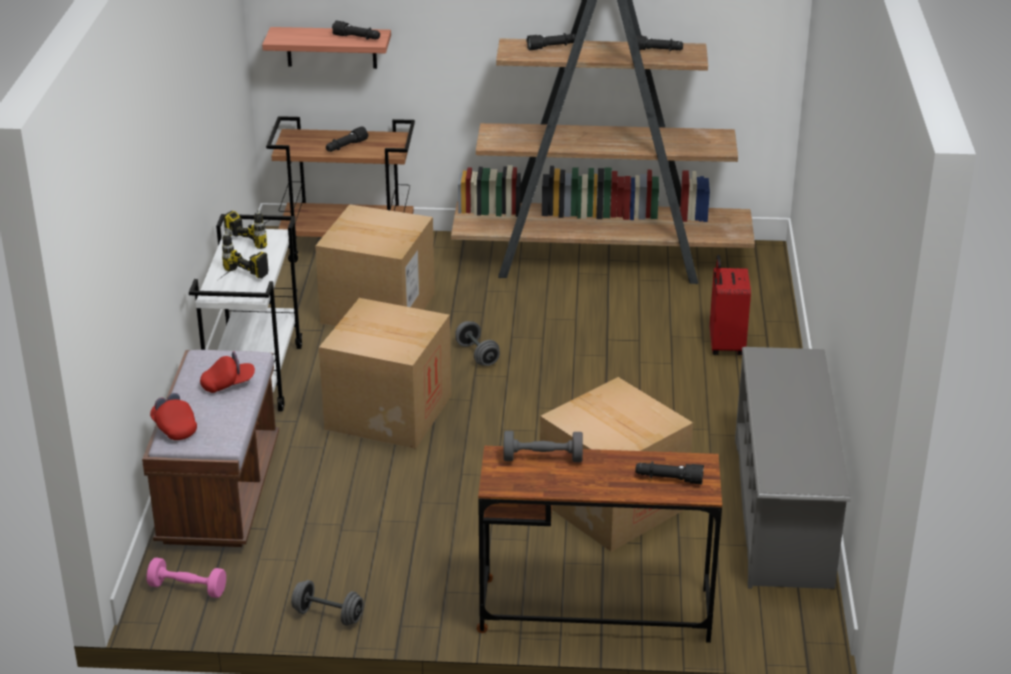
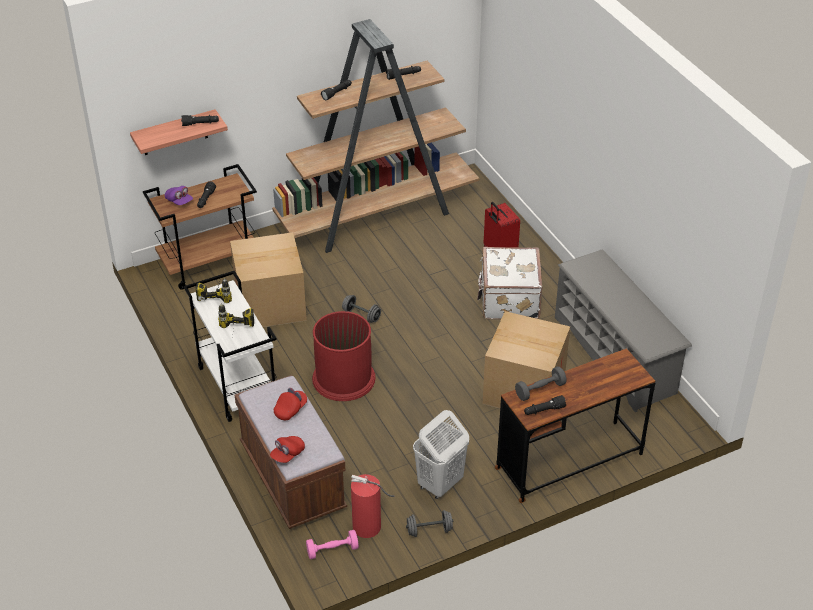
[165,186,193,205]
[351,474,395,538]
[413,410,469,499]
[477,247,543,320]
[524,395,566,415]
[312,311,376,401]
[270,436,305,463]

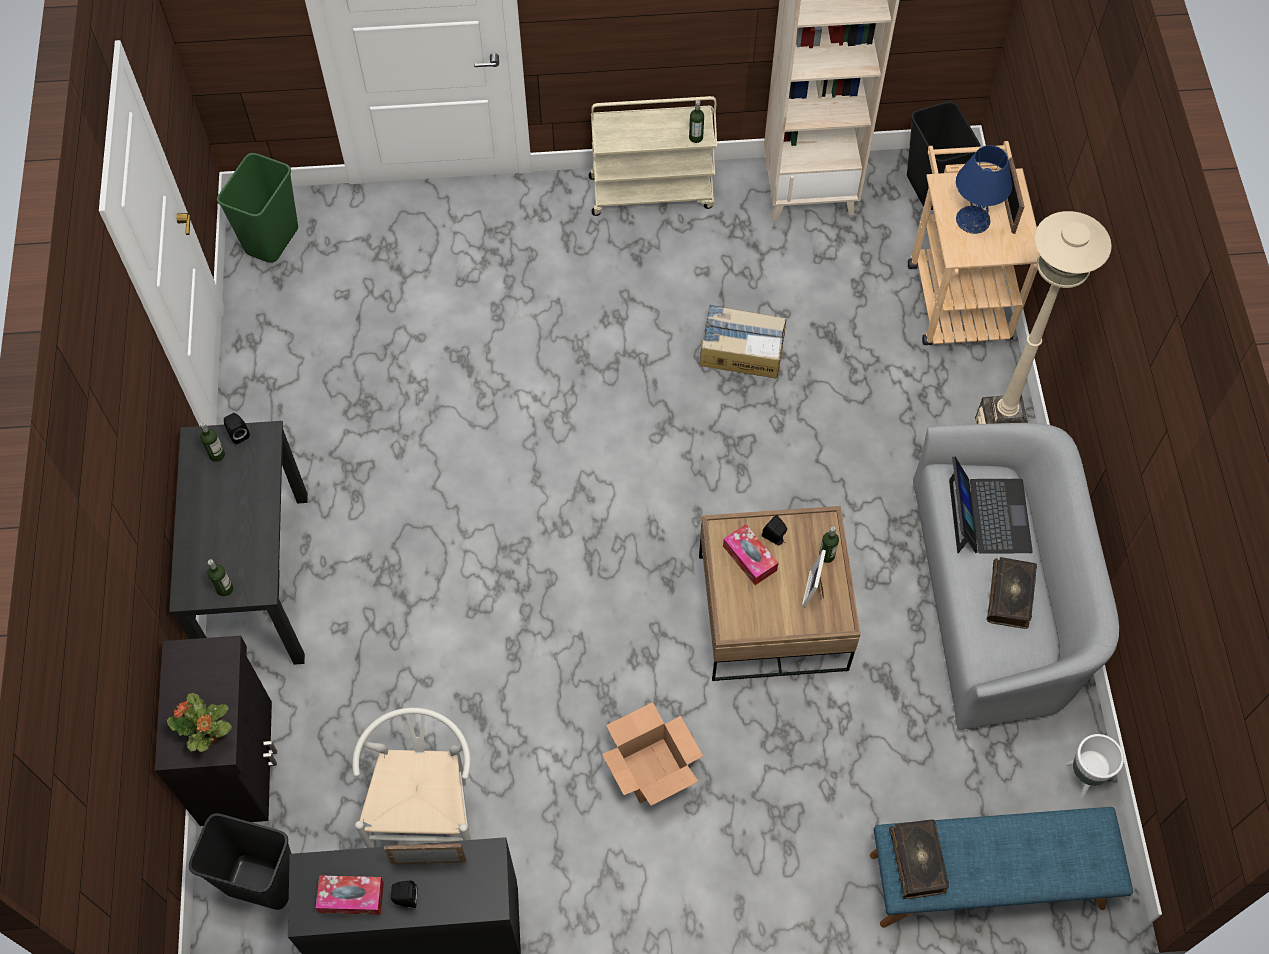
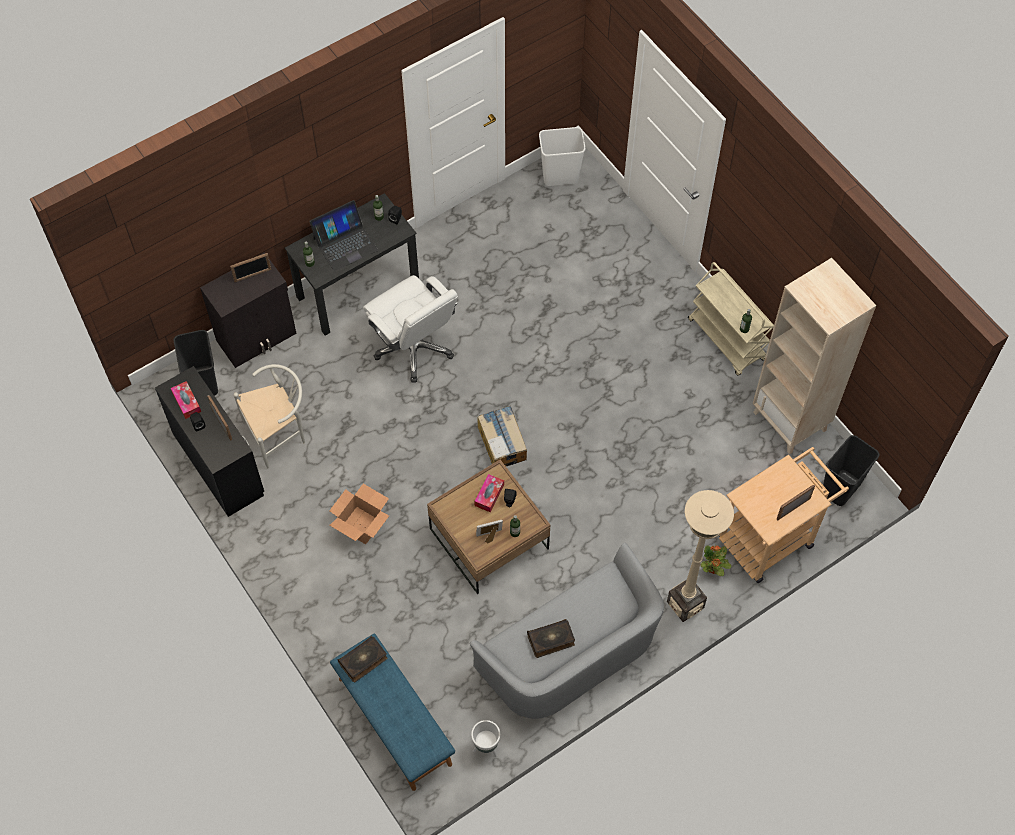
[956,145,1012,234] (first image)
[230,253,272,282]
[363,275,458,383]
[700,545,731,576]
[477,406,527,466]
[309,200,378,271]
[539,127,585,186]

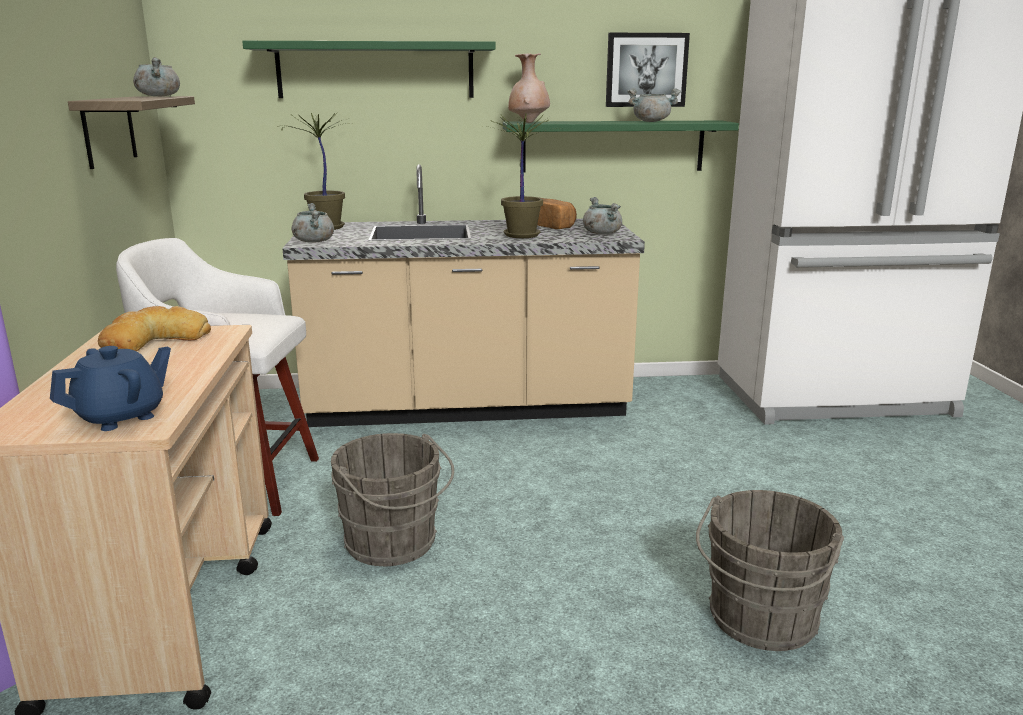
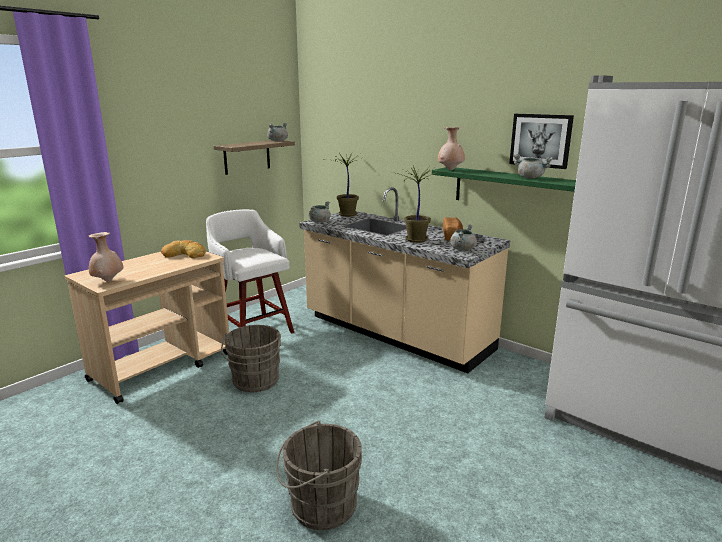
[242,41,495,98] (first image)
[88,232,124,282]

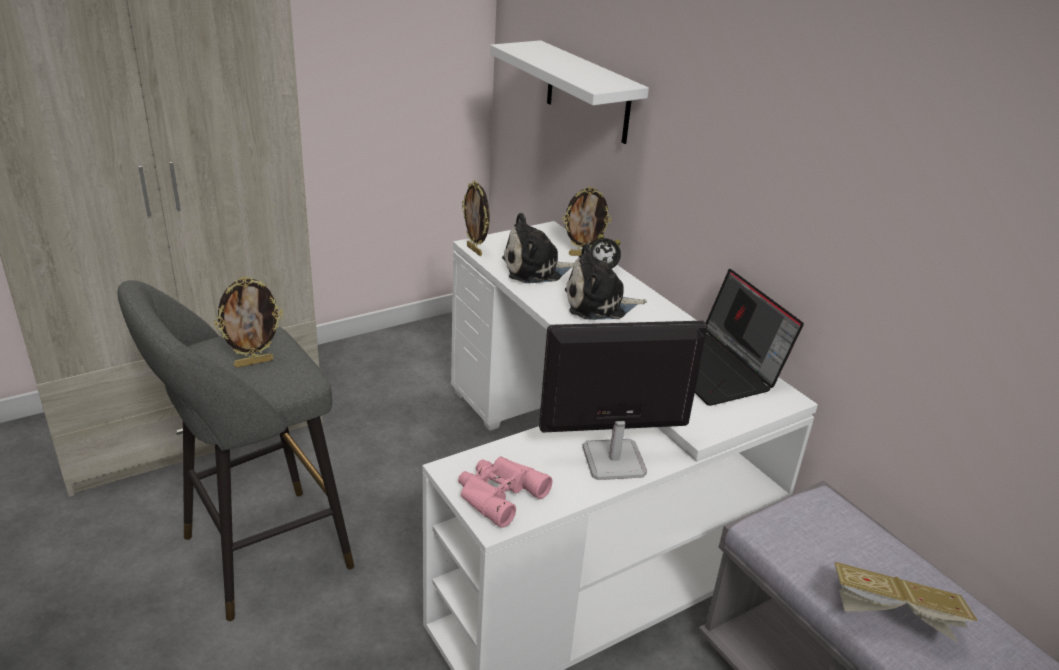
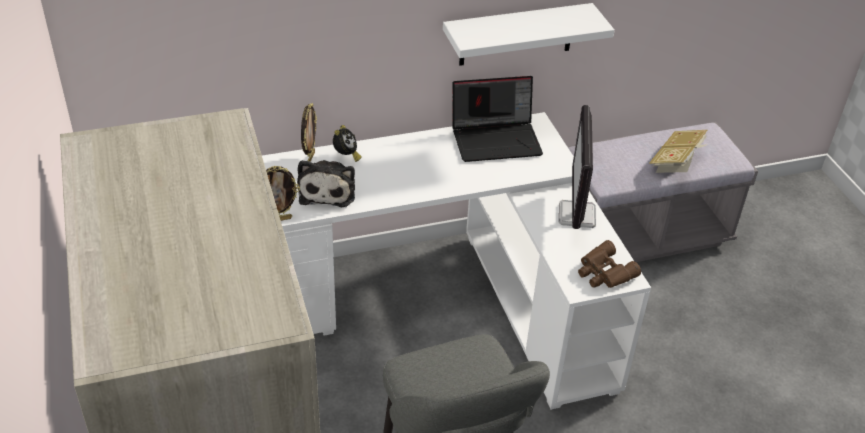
[214,277,283,368] (first image)
[565,243,647,320] (first image)
[443,3,615,66]
[578,240,641,288]

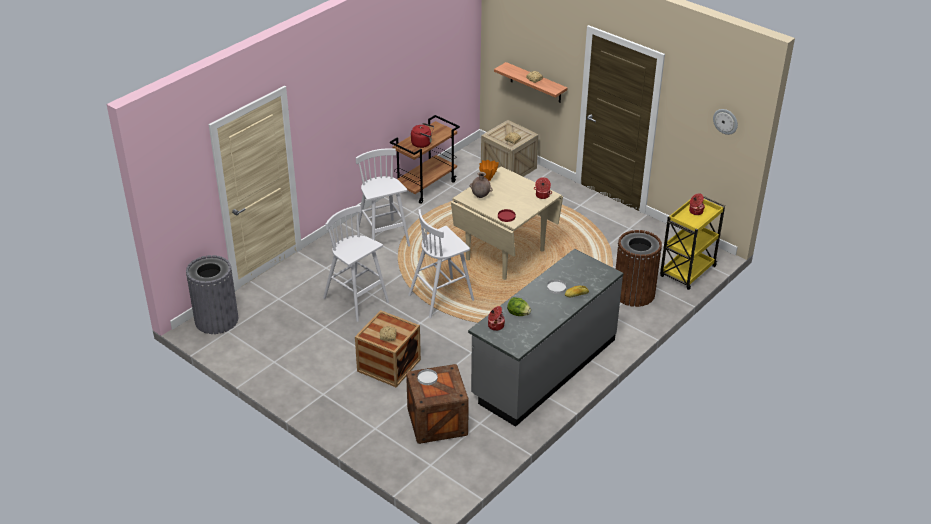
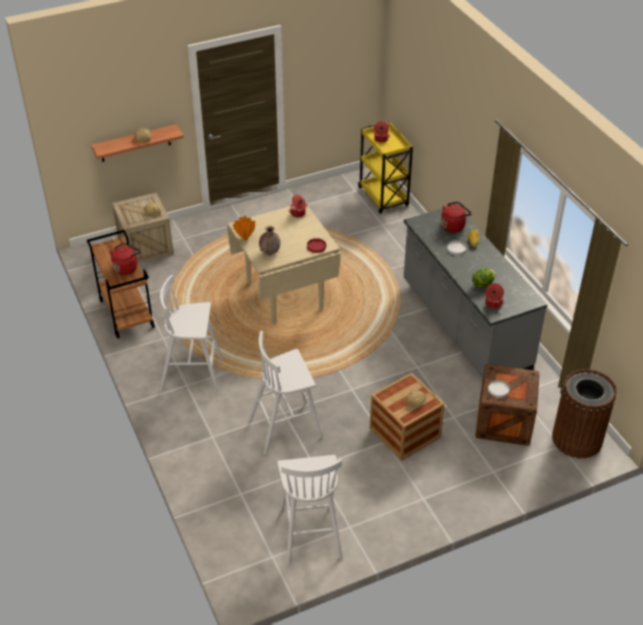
[186,255,238,334] (first image)
[713,109,738,135] (first image)
[441,202,472,233]
[277,455,342,565]
[552,369,617,458]

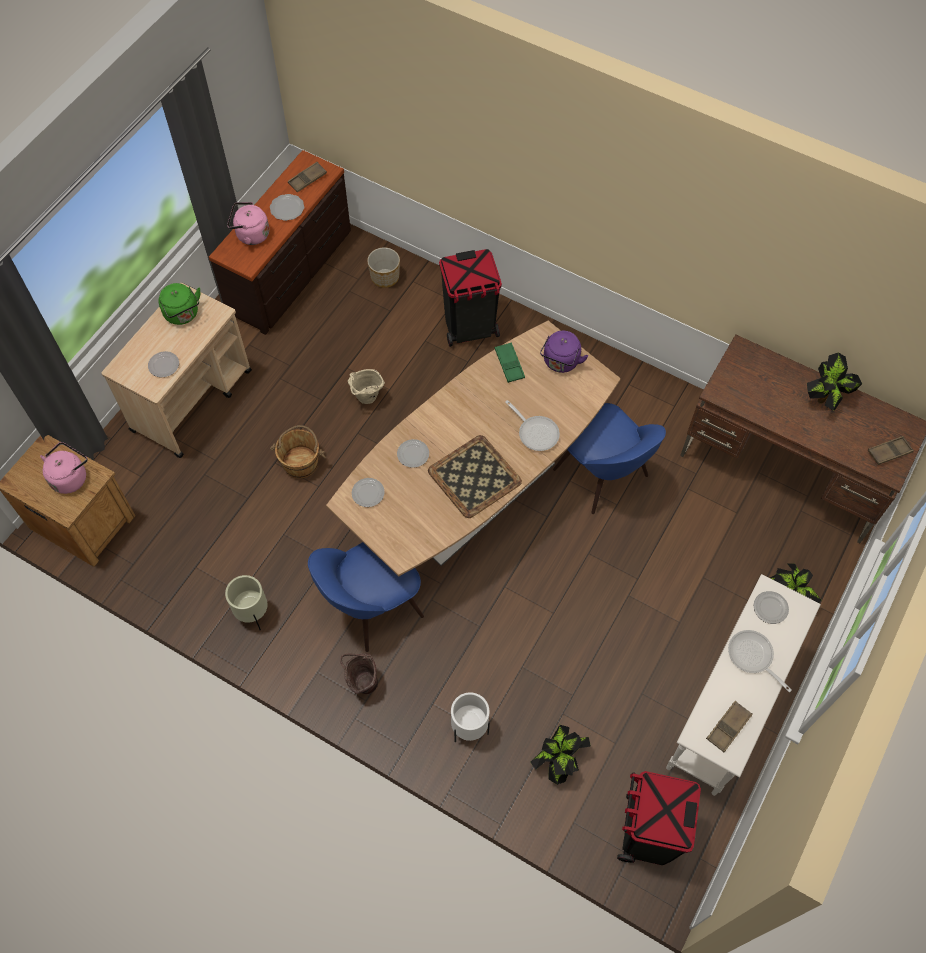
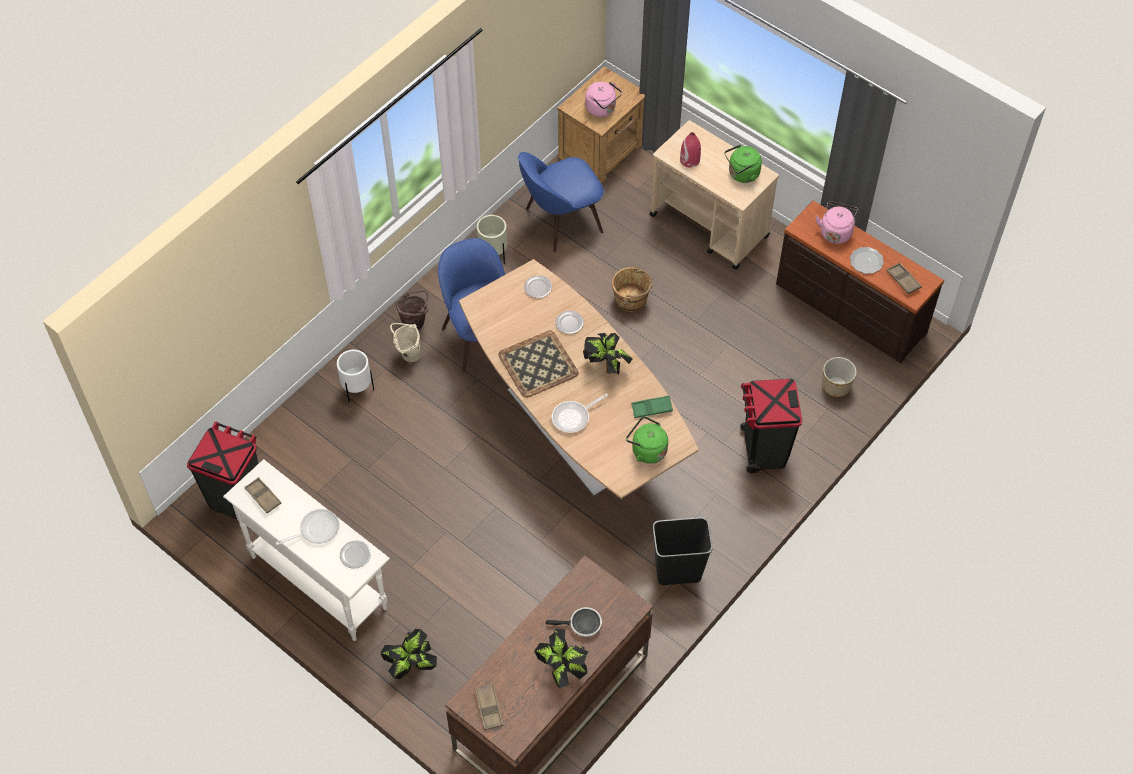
[546,607,602,637]
[653,517,713,585]
[390,323,421,362]
[583,333,633,374]
[518,152,604,252]
[680,132,701,168]
[626,416,668,464]

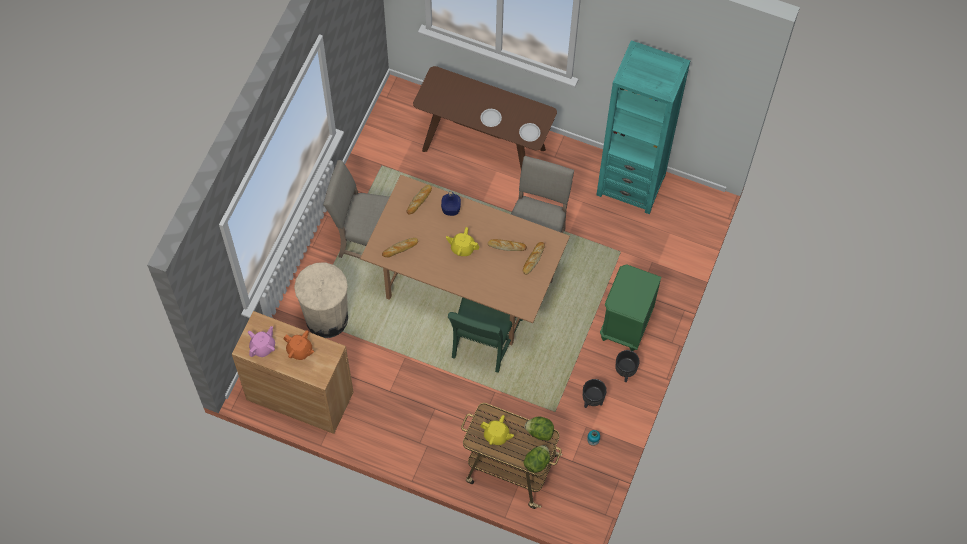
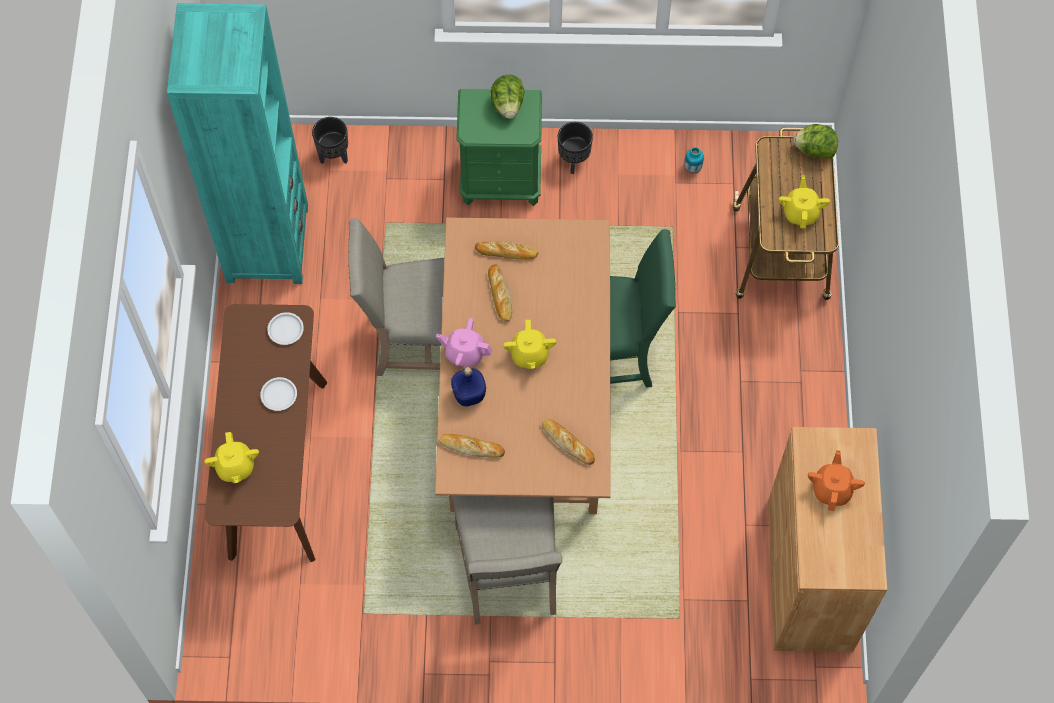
[294,262,348,338] (first image)
[204,432,259,483]
[436,318,492,367]
[491,75,525,119]
[312,117,348,164]

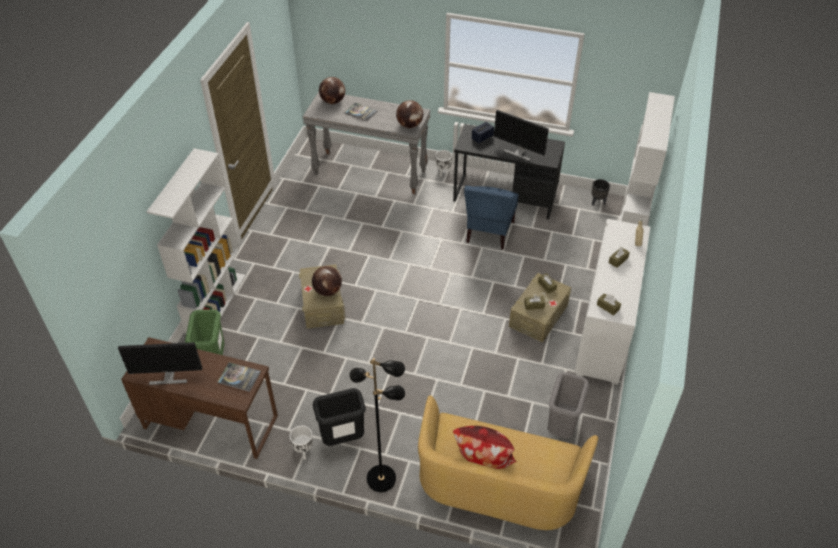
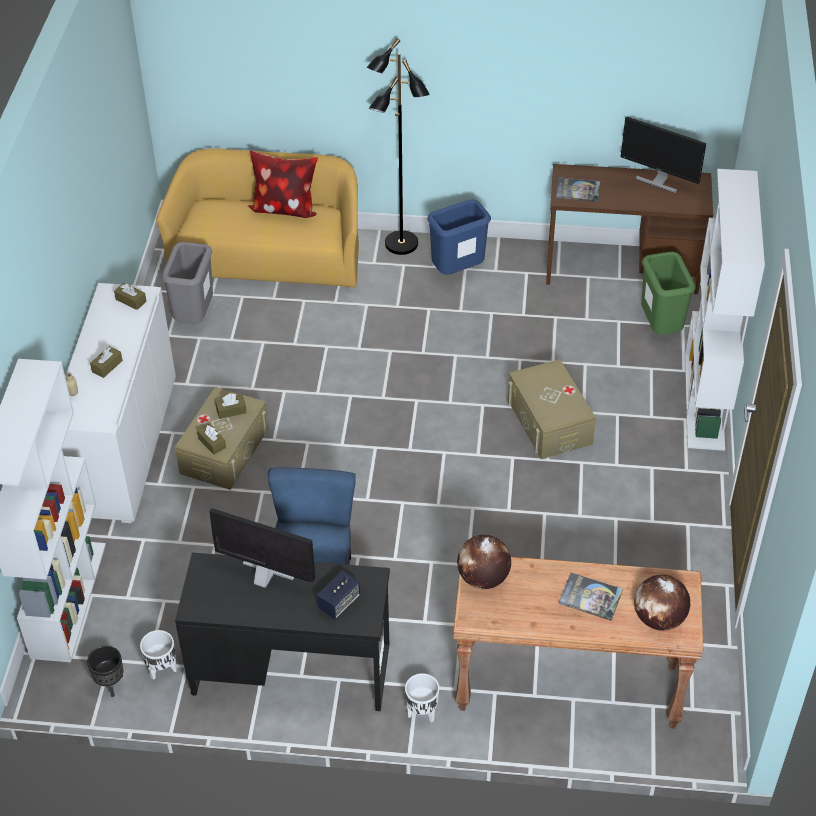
[312,266,342,296] (first image)
[140,630,177,680]
[453,557,703,729]
[427,199,491,275]
[621,117,706,193]

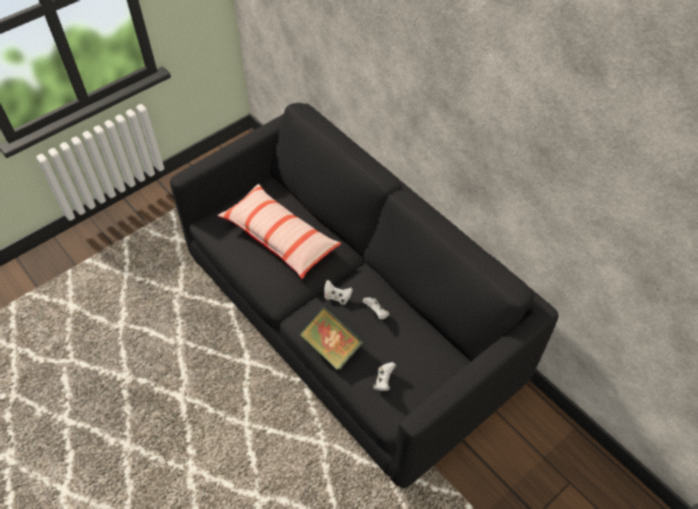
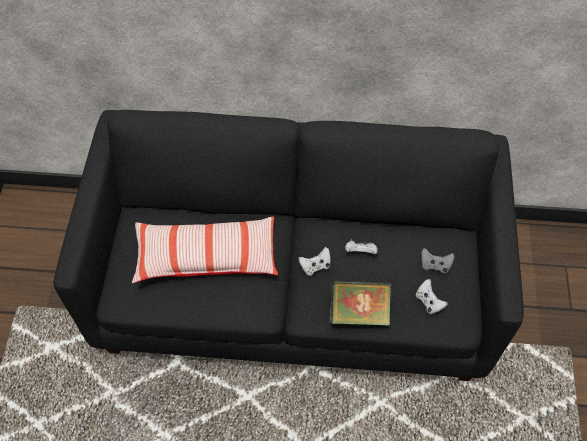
[421,248,454,274]

